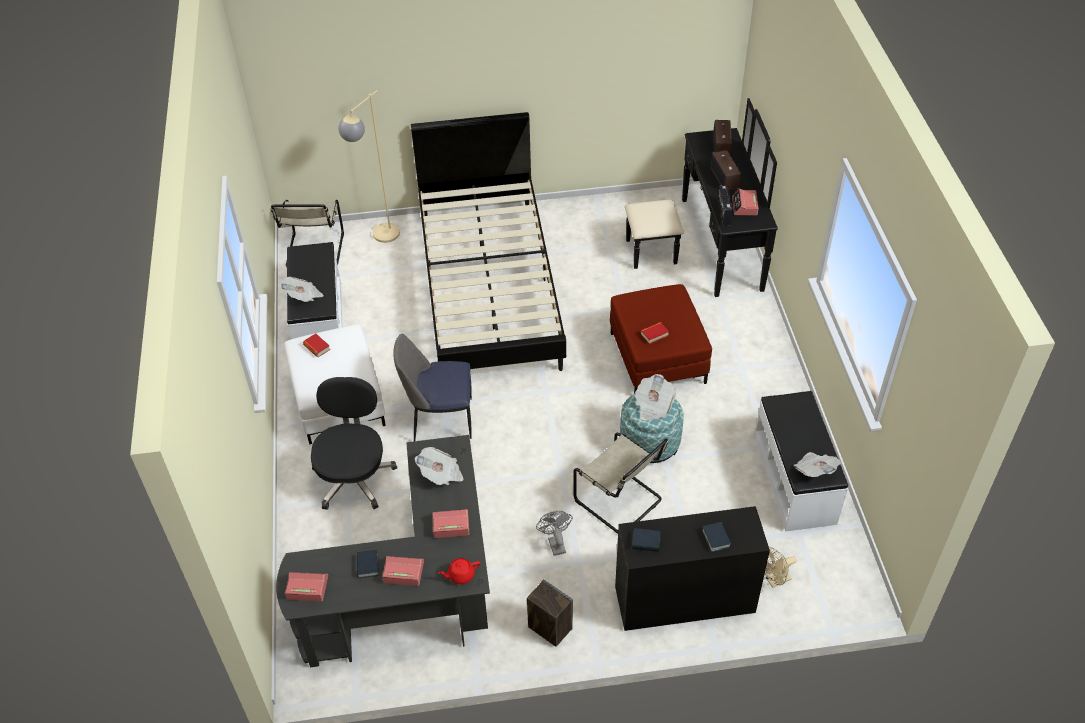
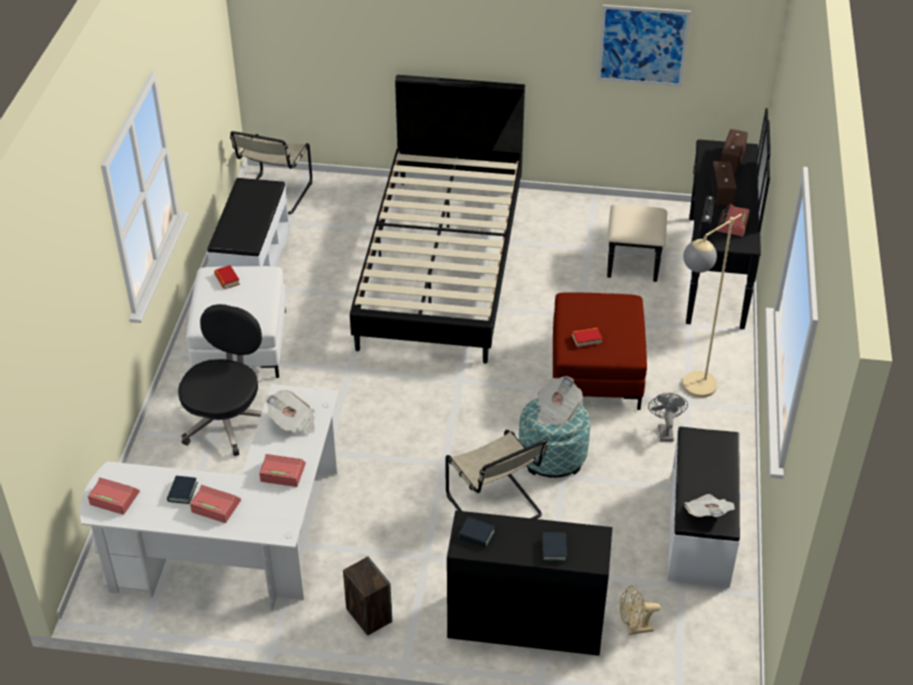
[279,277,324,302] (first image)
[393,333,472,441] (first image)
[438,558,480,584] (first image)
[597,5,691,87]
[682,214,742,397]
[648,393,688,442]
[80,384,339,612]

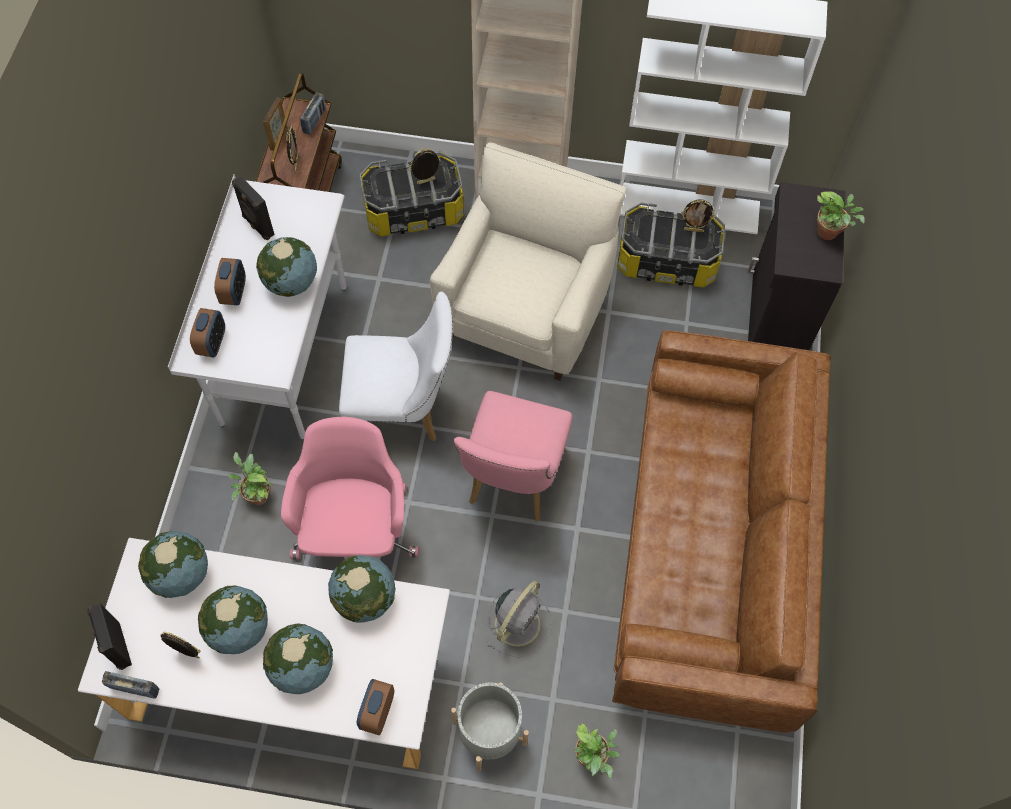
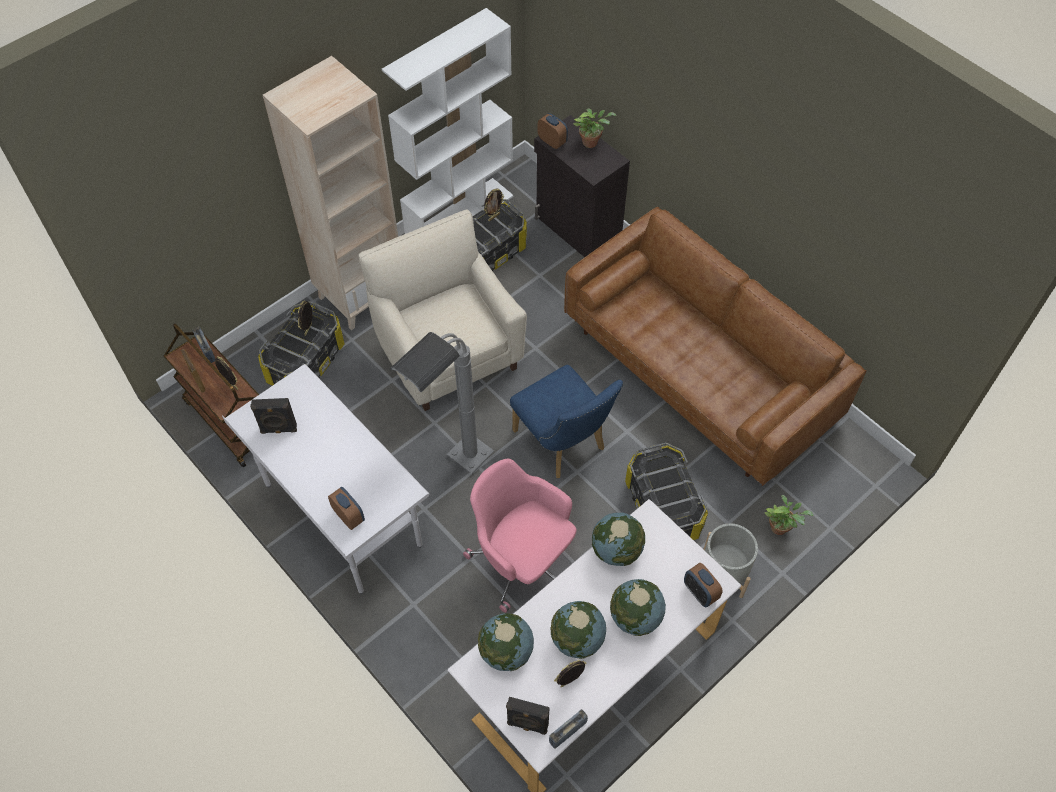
[228,452,272,505] (first image)
[256,237,317,297] (first image)
[538,113,568,149]
[390,332,494,474]
[625,443,708,540]
[510,365,623,478]

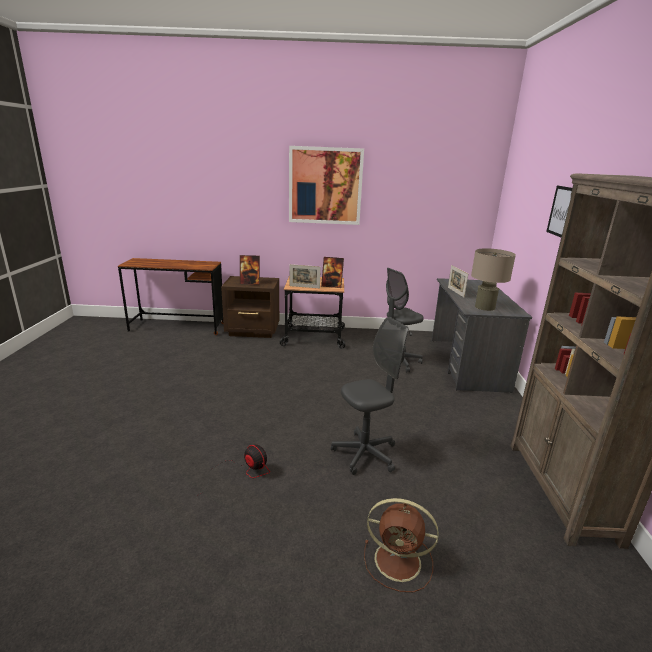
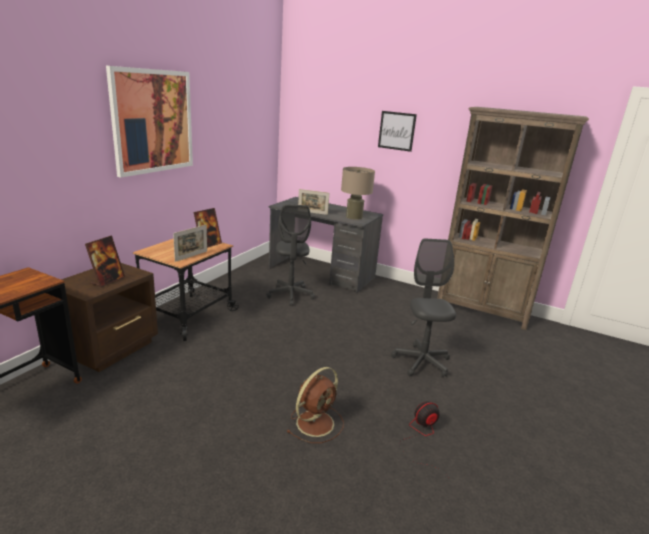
[286,367,344,443]

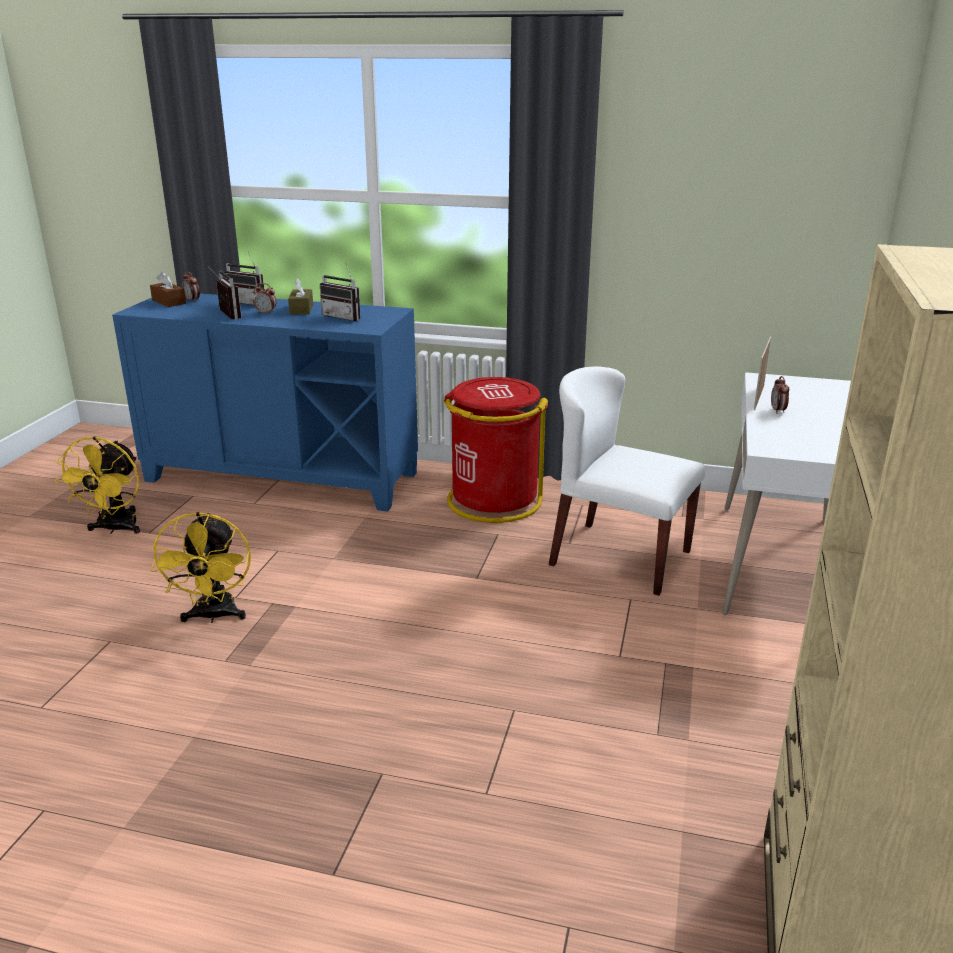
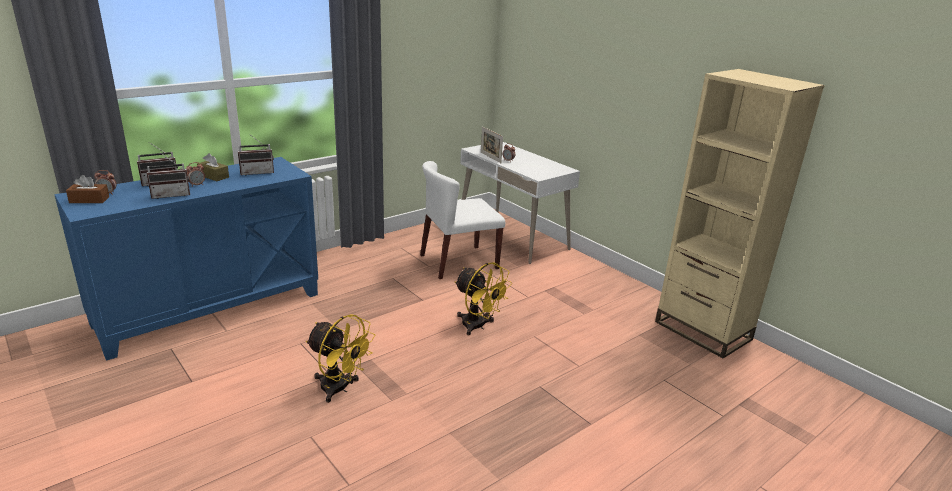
[444,377,548,523] (first image)
[455,262,512,335]
[146,154,190,199]

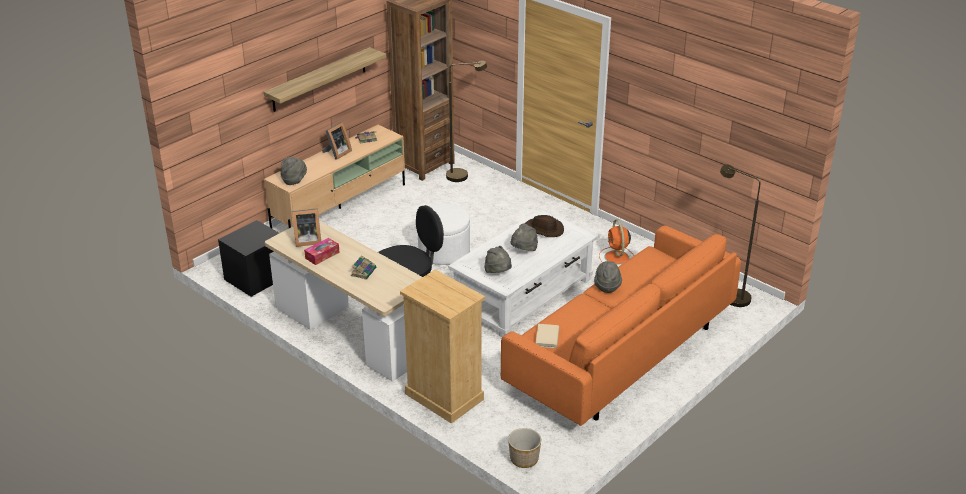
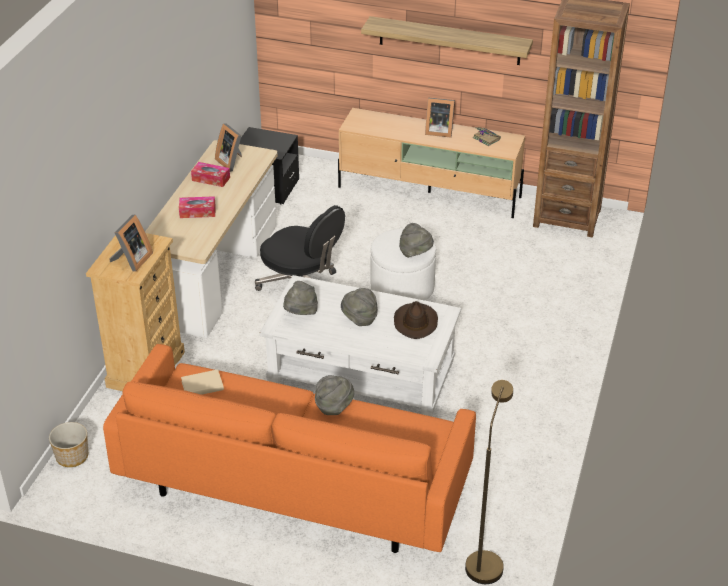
[446,61,487,182] (first image)
[599,220,634,264] (first image)
[109,215,153,272]
[399,223,434,258]
[179,196,216,218]

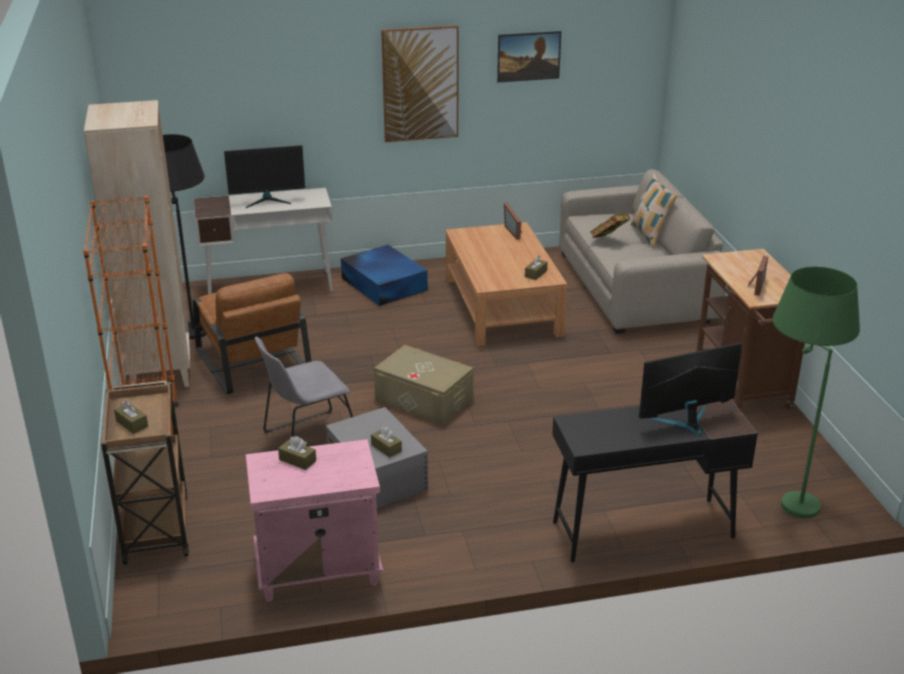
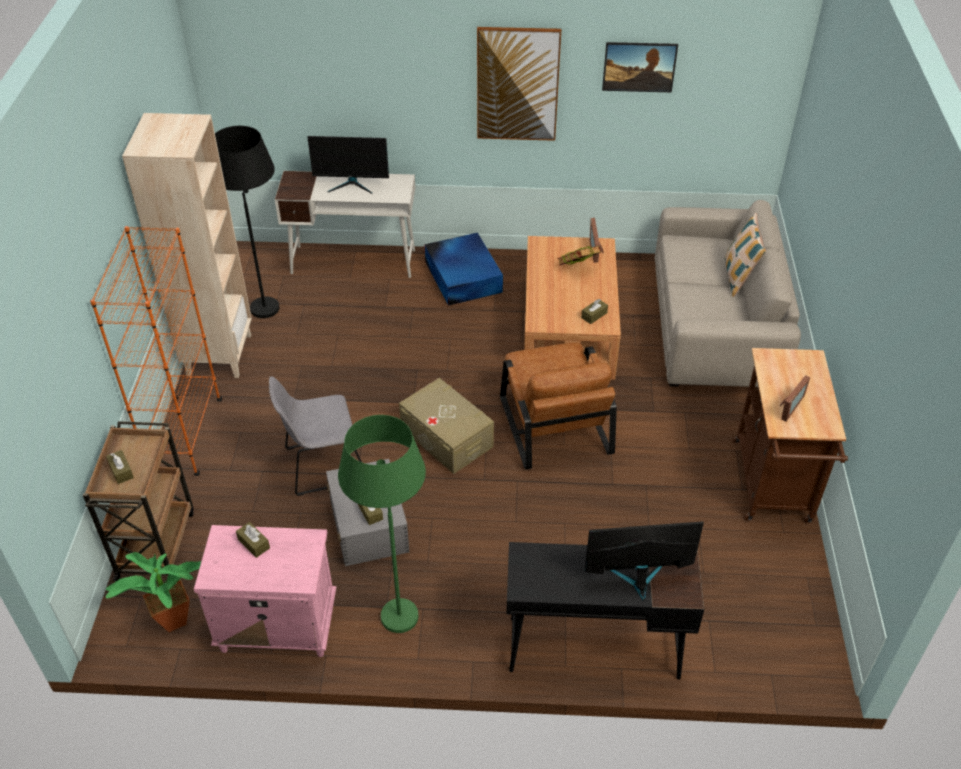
[105,552,201,632]
[500,342,617,470]
[557,246,601,265]
[338,415,426,633]

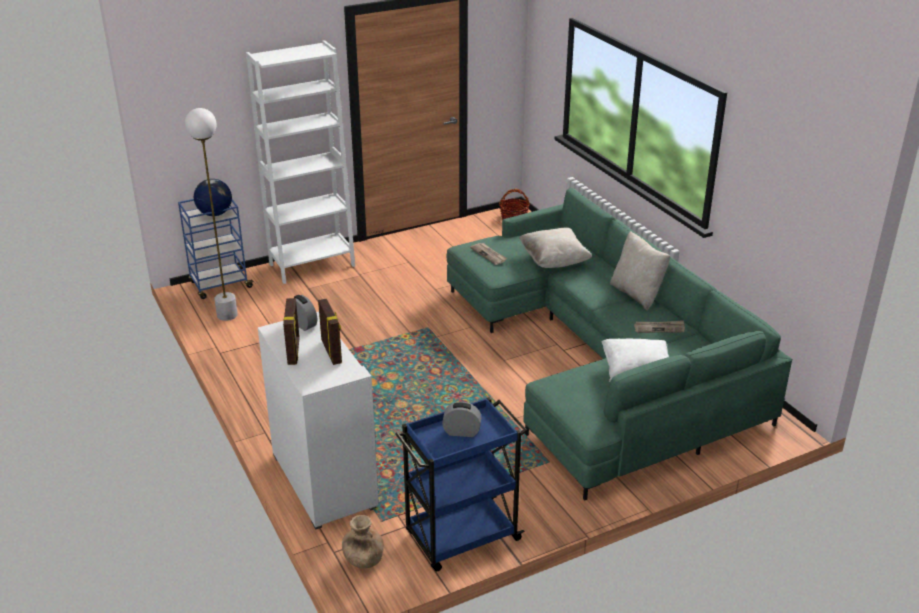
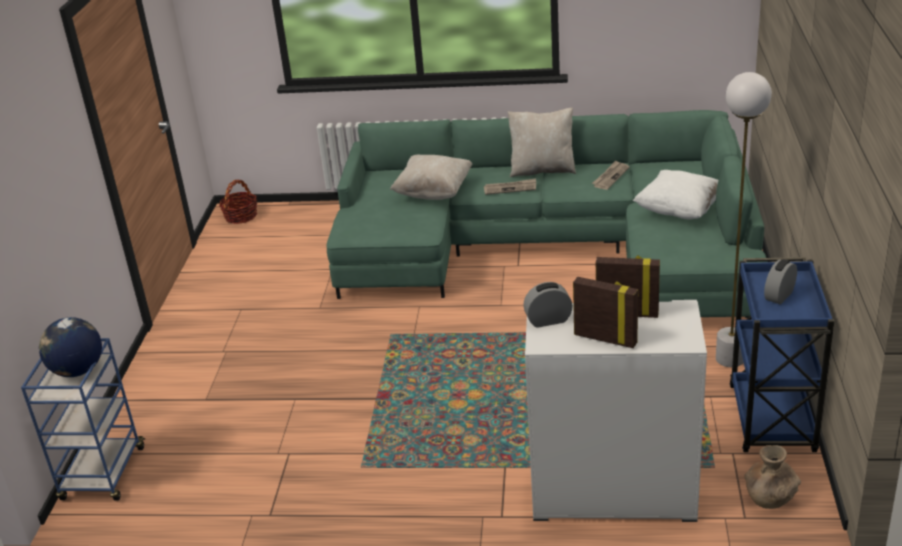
[246,40,355,284] (first image)
[716,72,772,367]
[484,178,536,195]

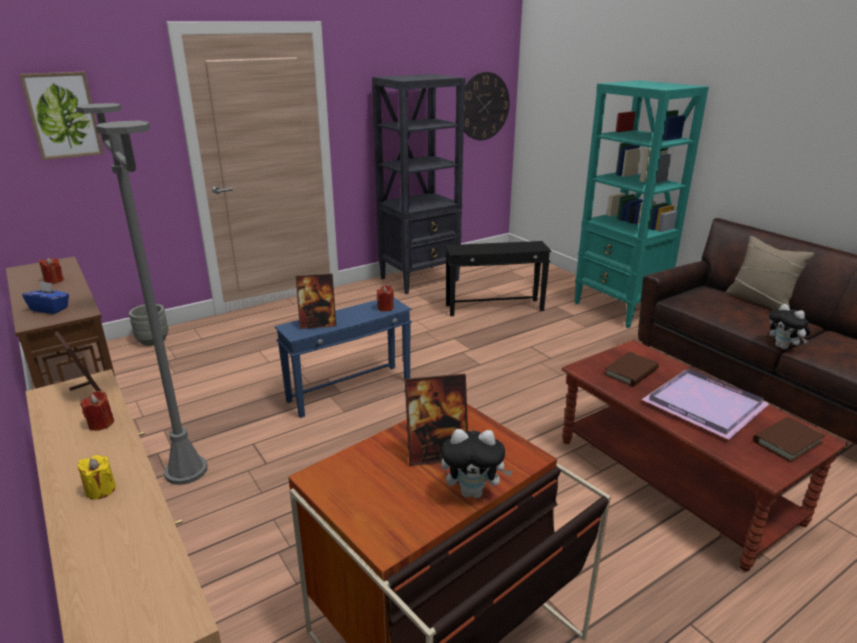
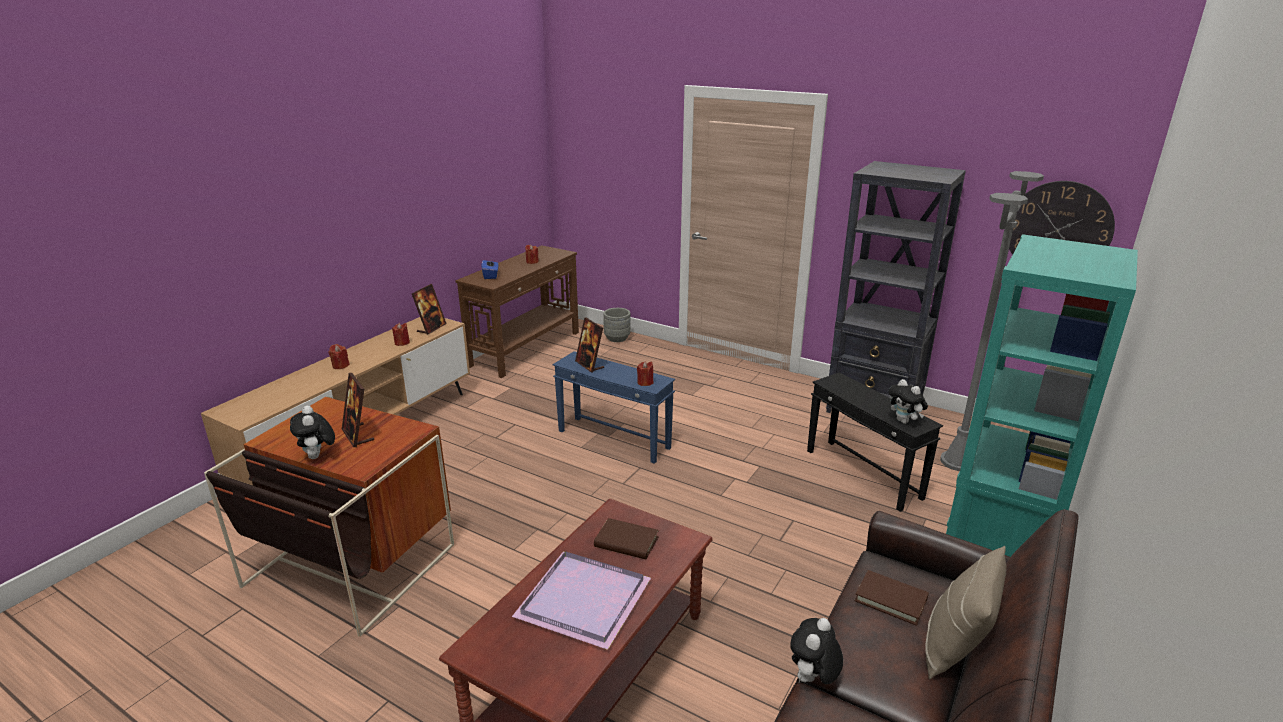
[19,72,104,160] (first image)
[889,379,928,424]
[940,171,1044,471]
[854,570,929,626]
[329,344,350,369]

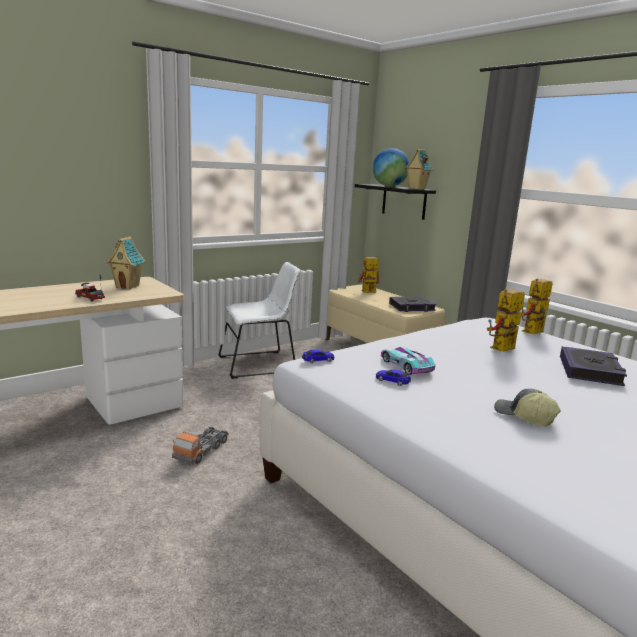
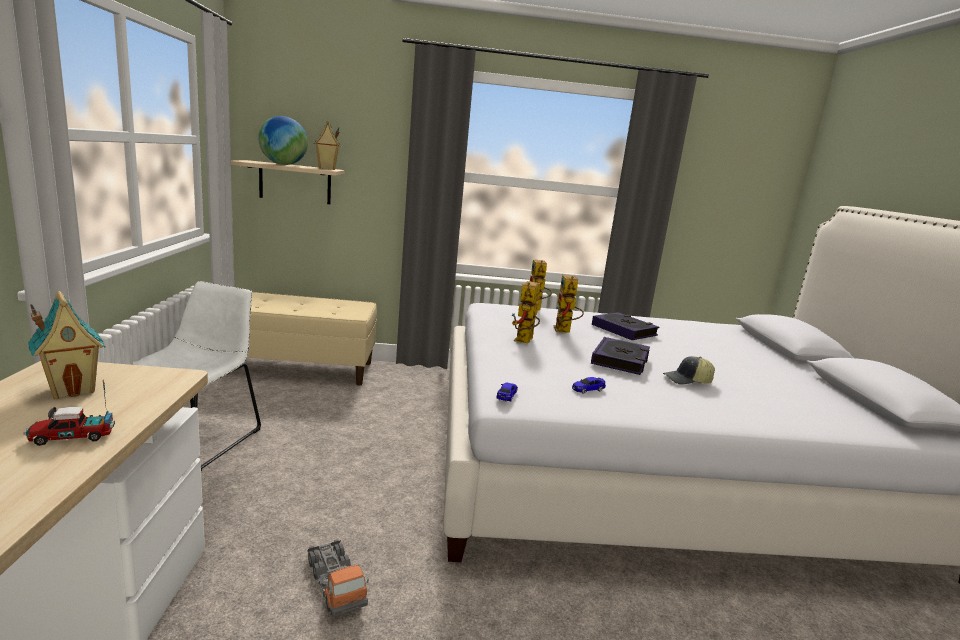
[381,346,435,375] (first image)
[512,281,540,343]
[591,337,650,375]
[231,160,344,204]

